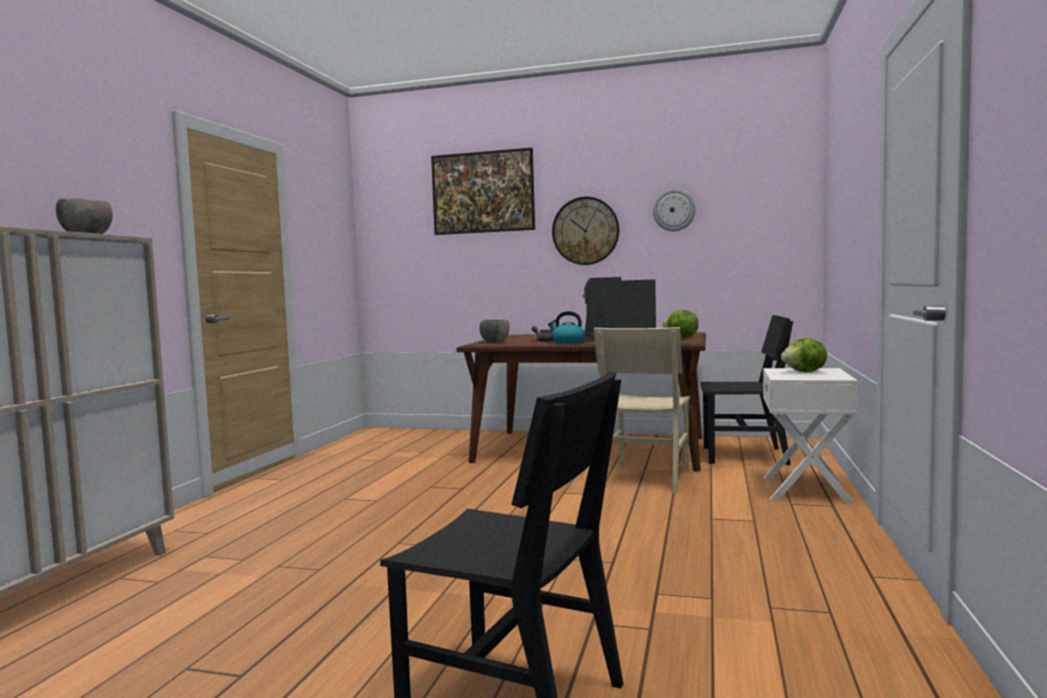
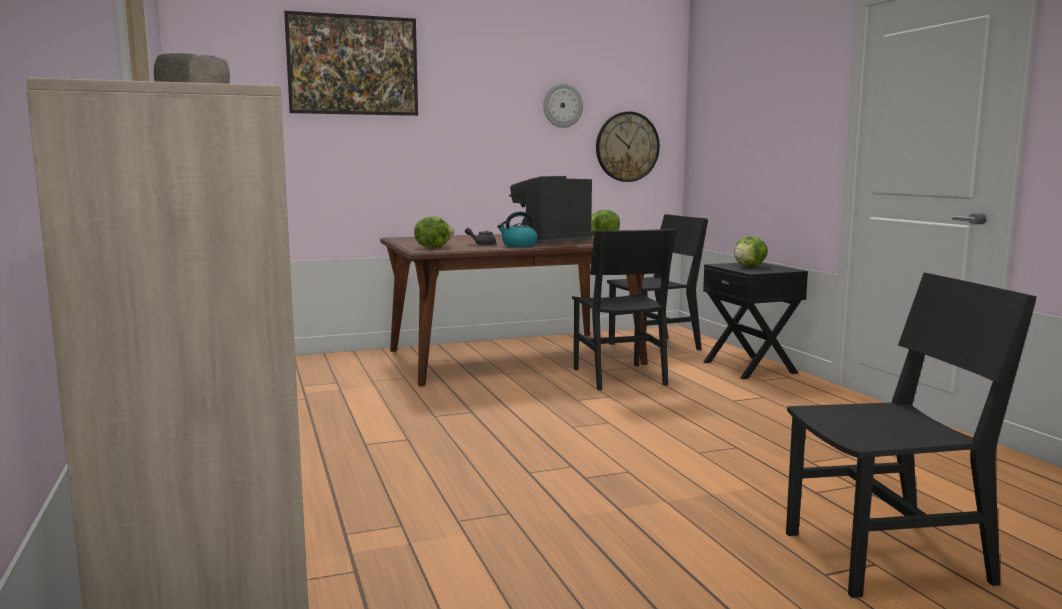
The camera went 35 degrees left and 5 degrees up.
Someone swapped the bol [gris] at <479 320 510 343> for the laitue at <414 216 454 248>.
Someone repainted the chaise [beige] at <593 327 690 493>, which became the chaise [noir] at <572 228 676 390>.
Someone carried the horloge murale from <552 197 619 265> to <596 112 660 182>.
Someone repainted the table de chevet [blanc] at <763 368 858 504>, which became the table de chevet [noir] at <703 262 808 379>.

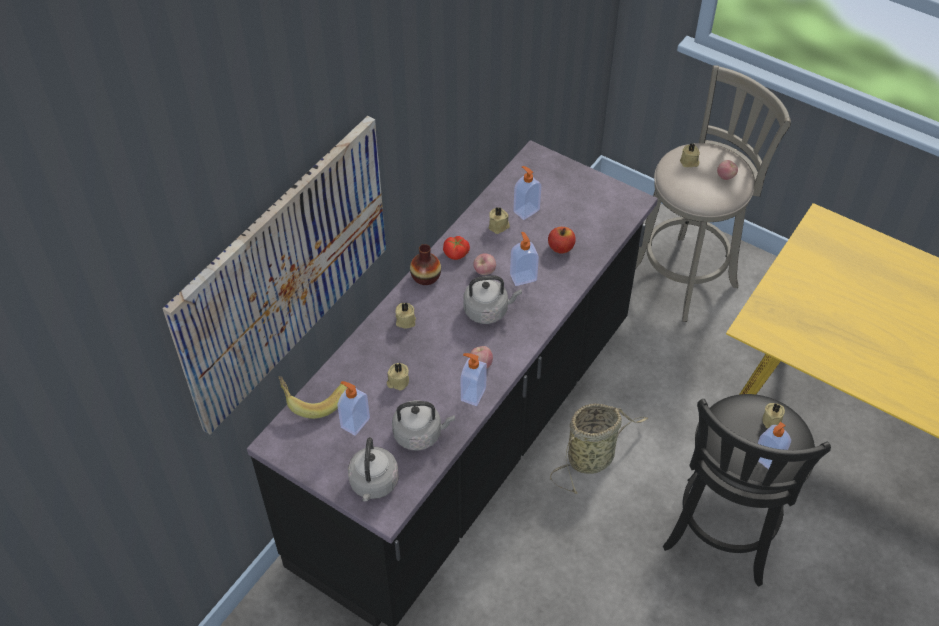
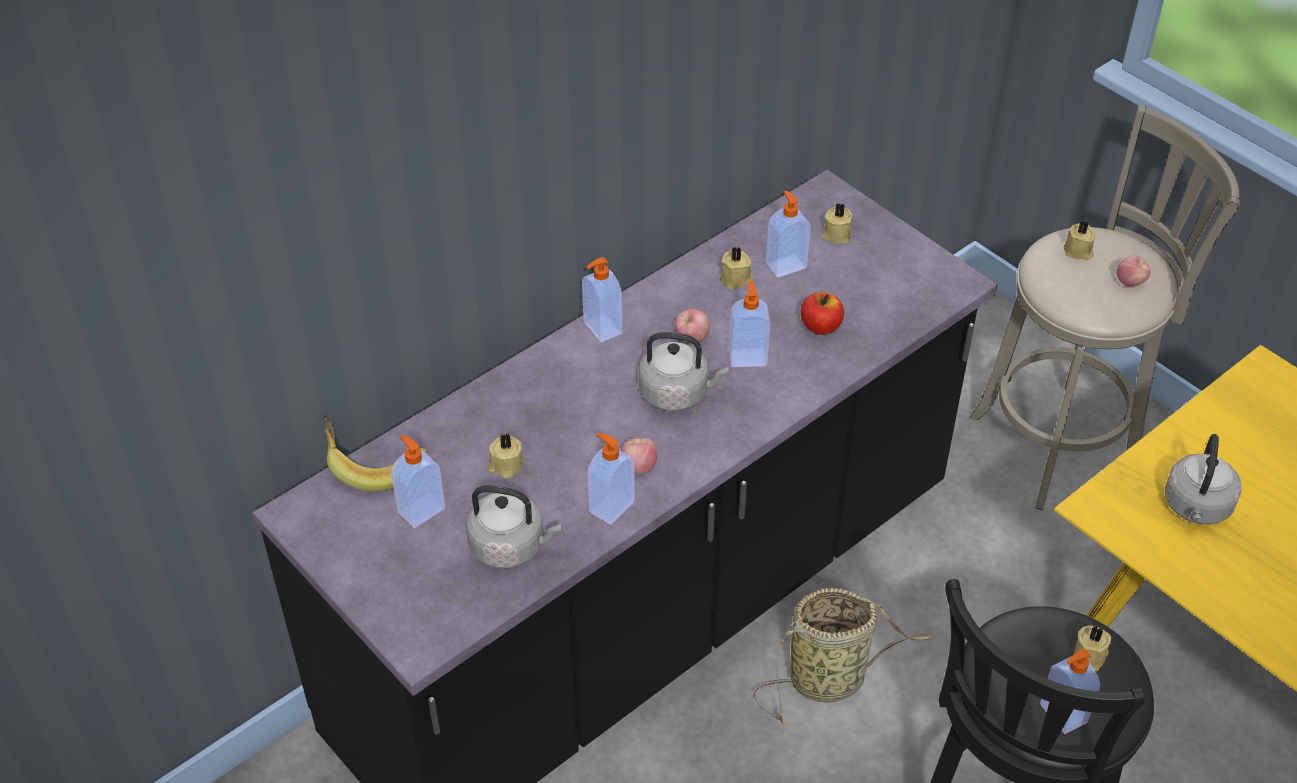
The camera went 15 degrees right and 5 degrees down.
Someone swapped the vase at <410 244 441 285> for the distributeur de savon at <582 257 622 343>.
Someone carried the bougie [beige] from <395 303 416 329> to <822 202 853 243>.
Someone carried the bouilloire [gris] from <348 437 399 501> to <1165 434 1242 525>.
Someone took away the tableau at <162 116 386 434>.
Someone took away the tomate at <443 236 470 260>.

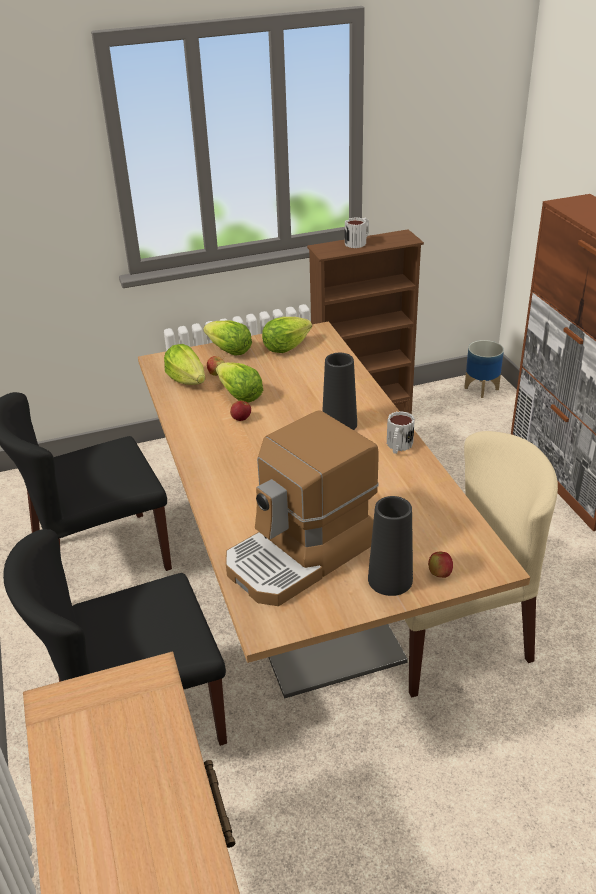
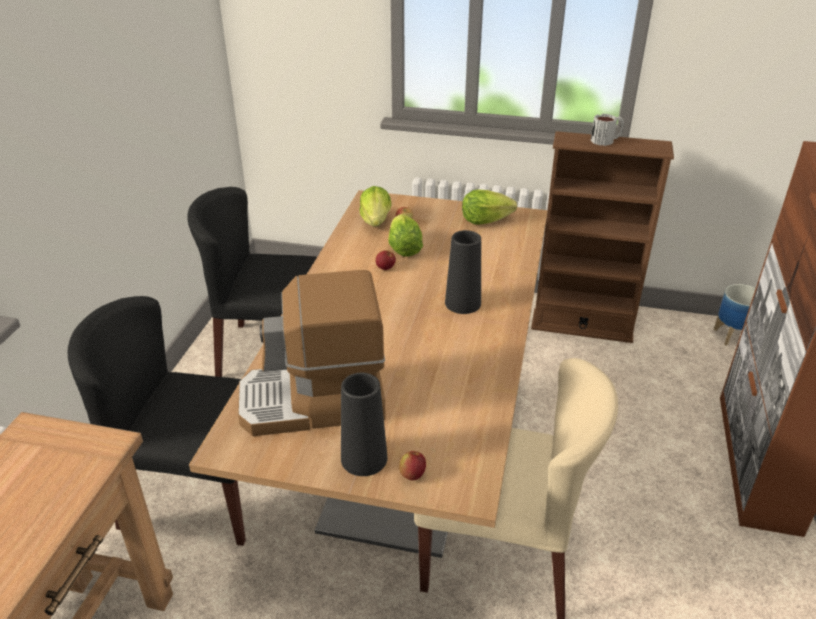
The camera went 30 degrees right and 0 degrees up.
Someone took away the laitue at <203 320 252 356>.
Someone took away the mug at <387 411 415 454>.

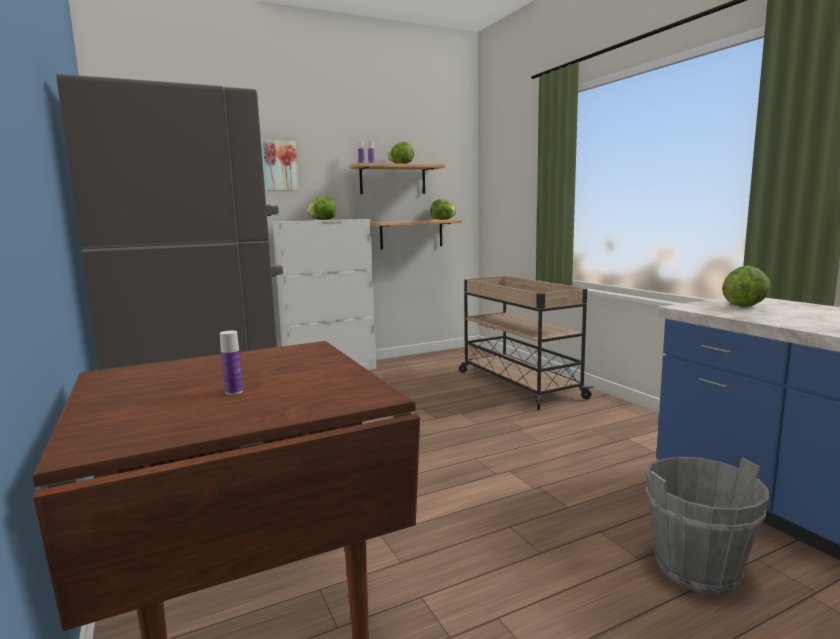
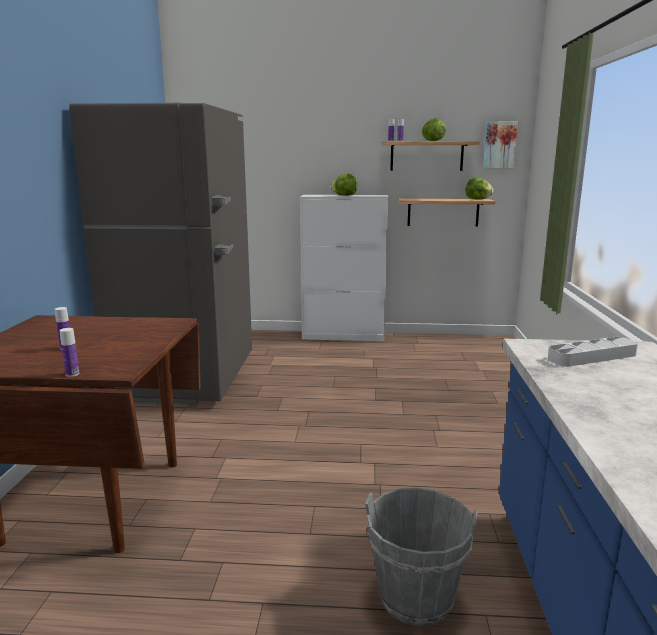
The camera went 30 degrees right and 5 degrees up.
Someone put down the bouteille at <60 328 79 377>.
Someone carried the tableau from <263 140 299 190> to <483 121 518 168>.
Someone swapped the laitue at <722 265 771 307> for the plateau [gris] at <548 337 638 367>.
Someone took away the chariot [beige] at <459 275 594 410>.

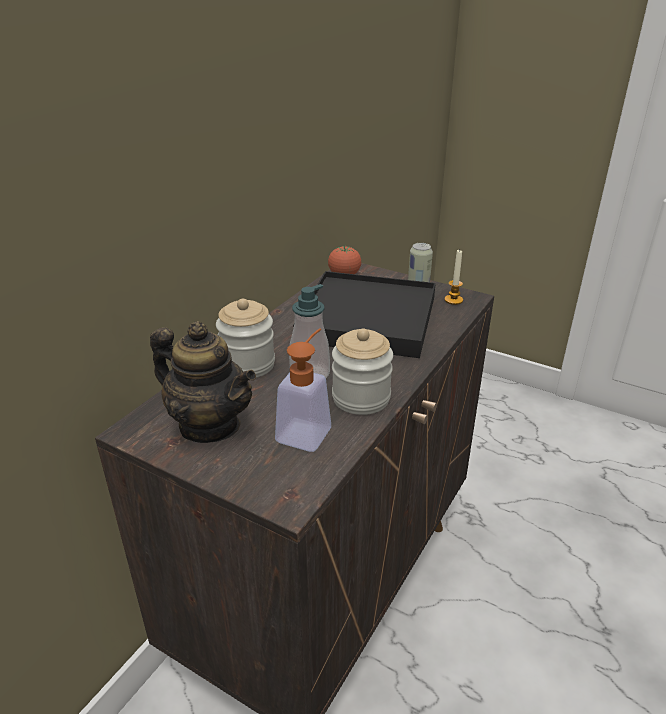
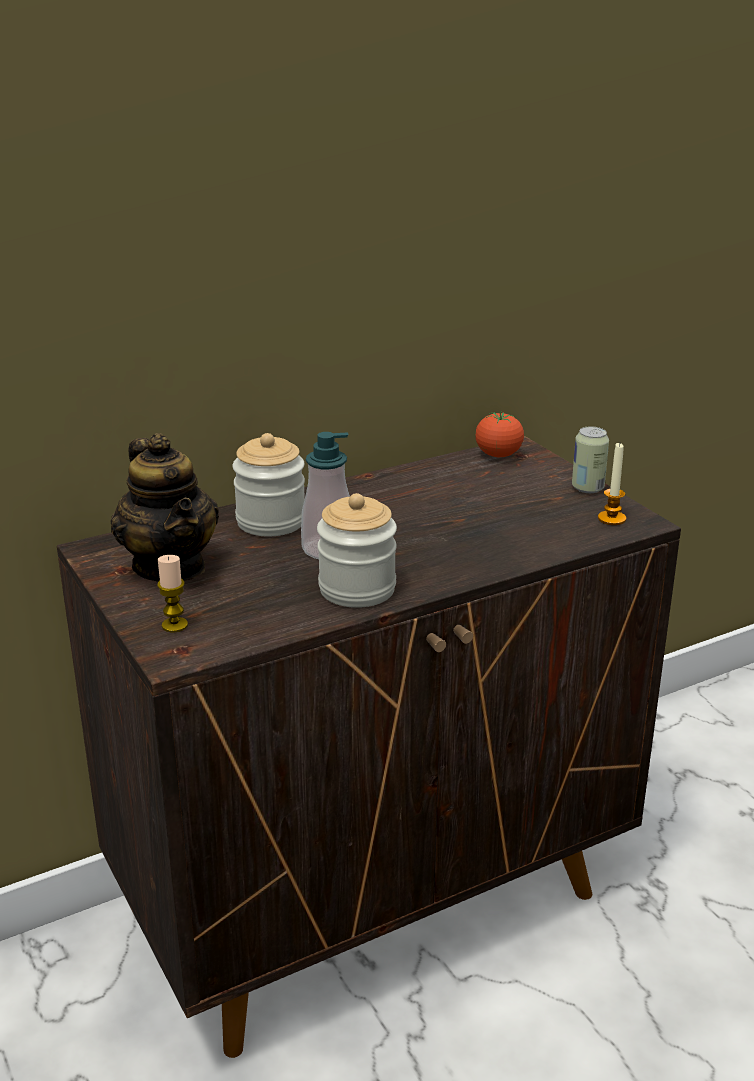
The camera went 30 degrees right and 5 degrees down.
Someone put down the bougie at <157 555 188 633>.
Someone took away the distributeur de savon at <275 328 331 452>.
Someone took away the plateau [noir] at <293 271 436 358>.

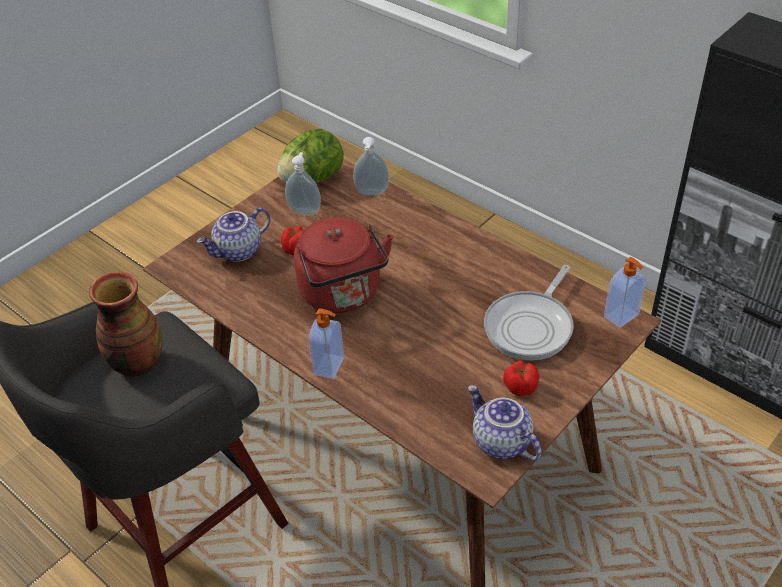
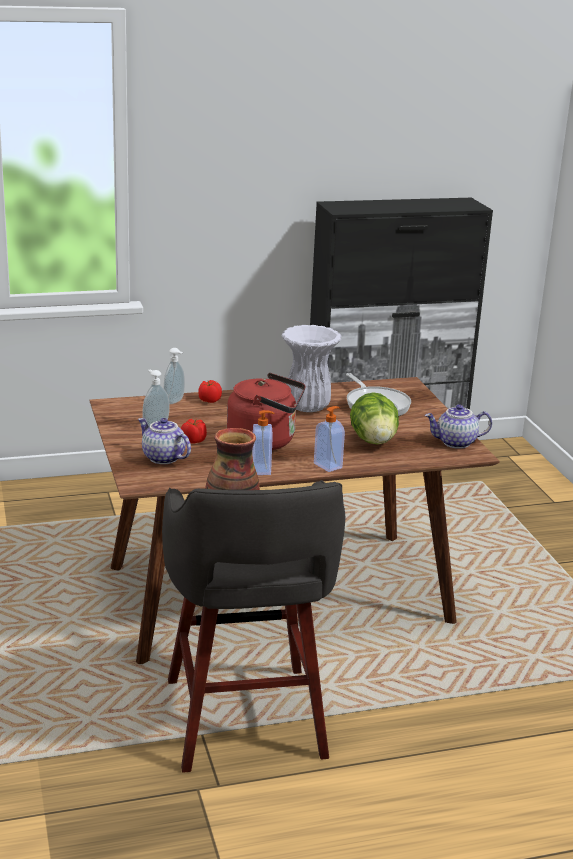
The camera went 60 degrees left and 20 degrees down.
Someone rotated the théière at <197 207 270 262> by 135 degrees clockwise.
Someone carried the tomate from <503 361 539 396> to <198 380 222 403>.
Someone carried the distributeur de savon from <604 257 646 328> to <252 410 274 475>.
Someone put down the vase [blanc] at <282 325 342 412>.
Someone carried the laitue from <277 129 344 183> to <350 392 399 444>.

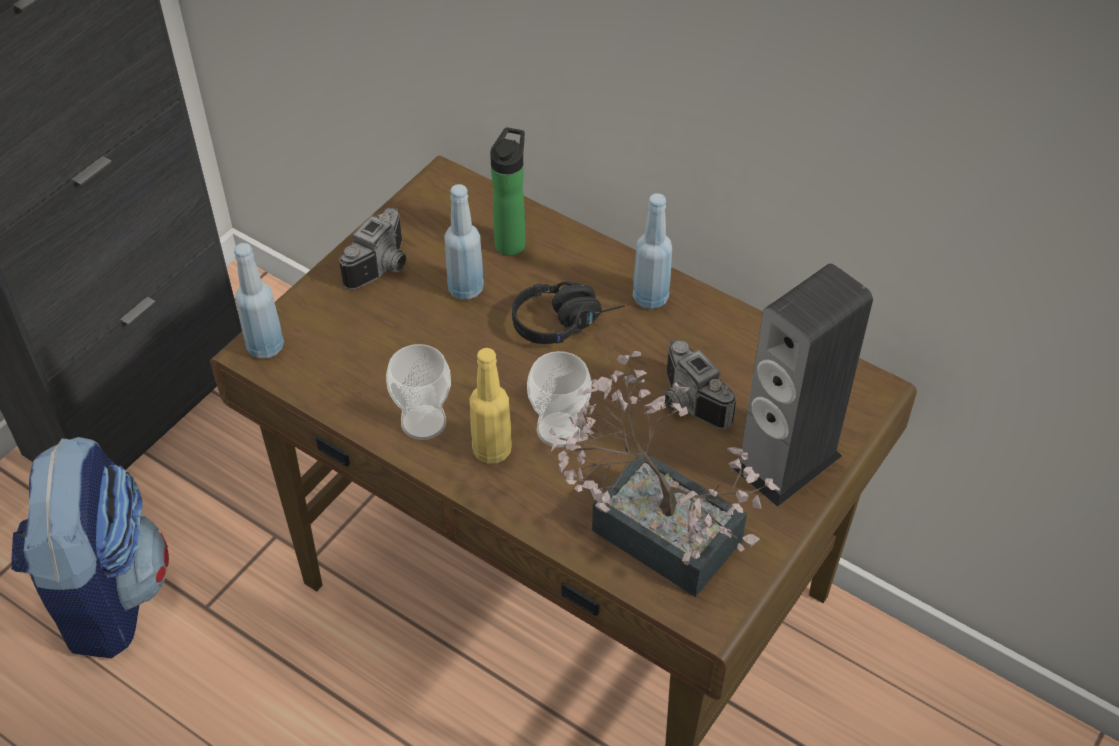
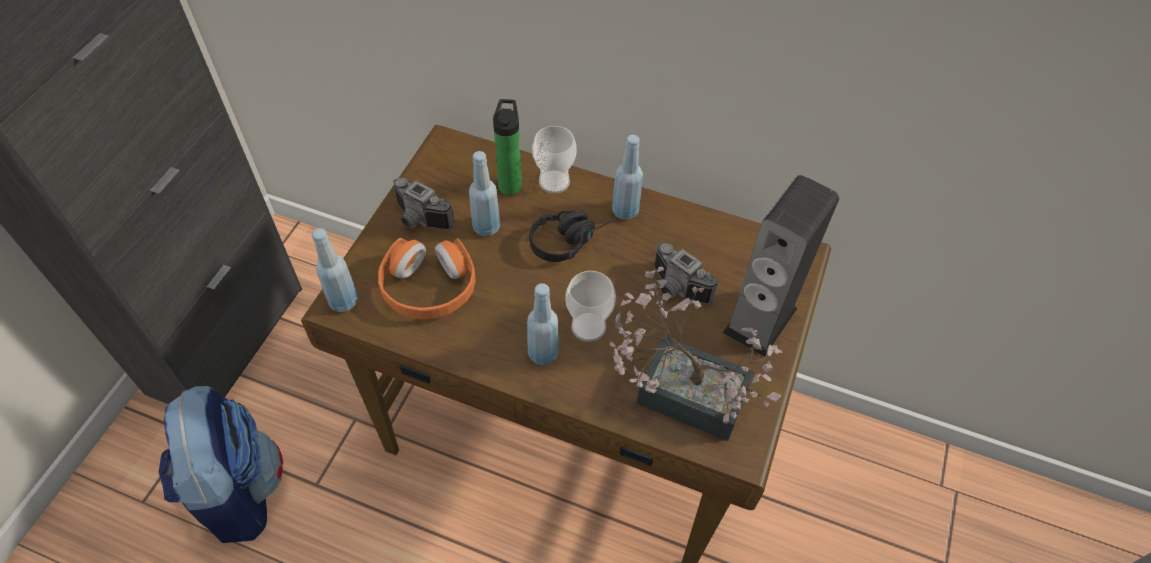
The camera went 15 degrees left and 5 degrees up.
Someone put down the casque audio [orange] at <378 238 476 319>.
Someone rotated the appareil photo at <339 208 406 289> by 105 degrees clockwise.
Someone repainted the bouteille [jaune] at <469 348 512 464>, which became the bouteille [bleu] at <527 283 559 365>.
Someone carried the tasse from <386 344 451 440> to <532 126 577 194>.

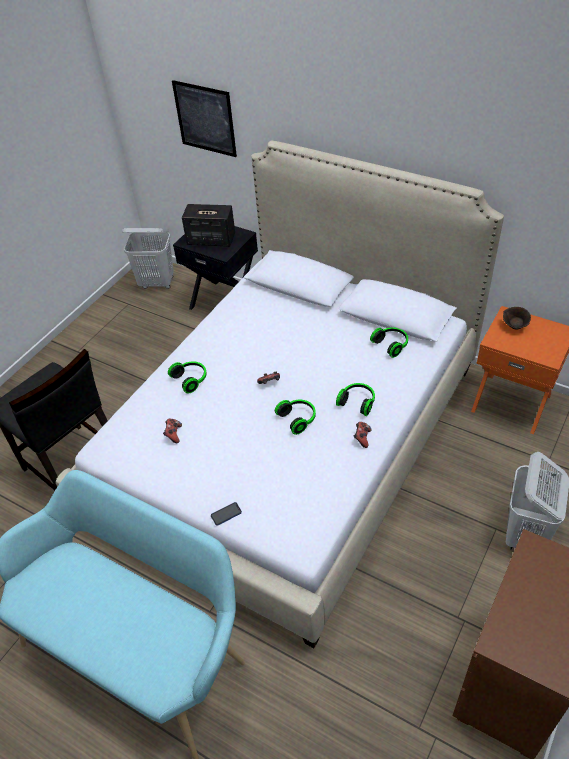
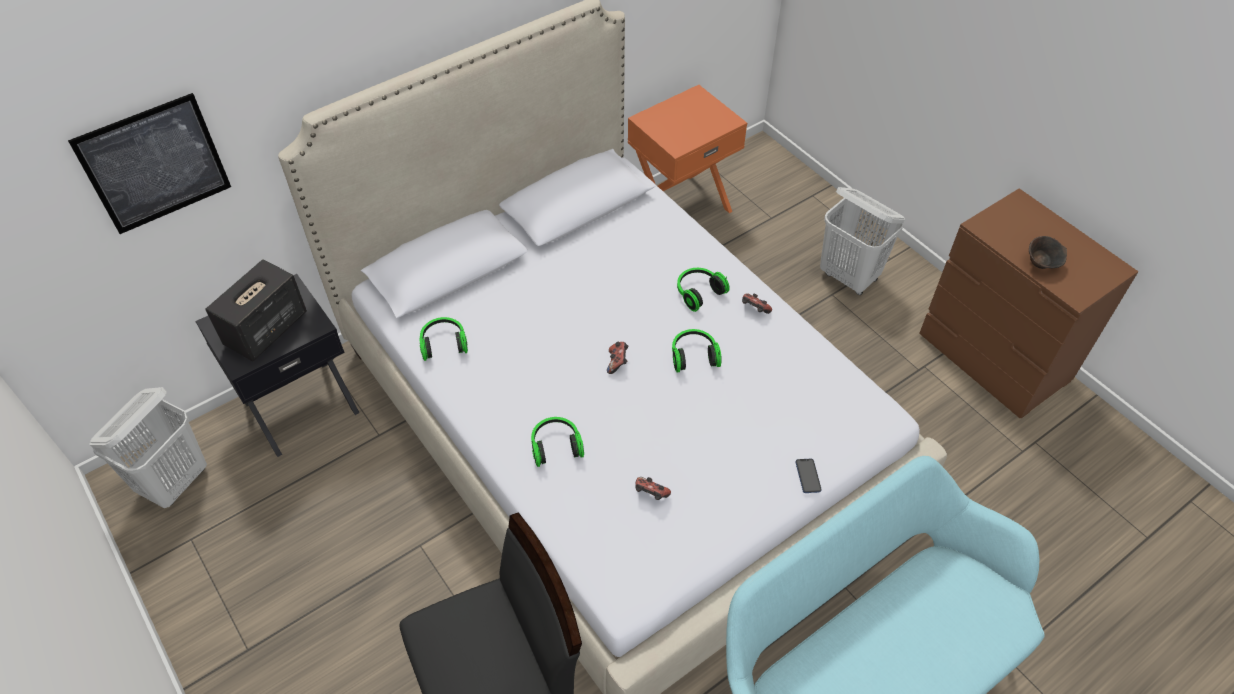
The camera went 70 degrees left and 5 degrees up.
Someone carried the casque audio from <370 327 408 358> to <419 317 468 361>.
Someone carried the bol [marron] from <503 307 531 329> to <1029 236 1067 269>.

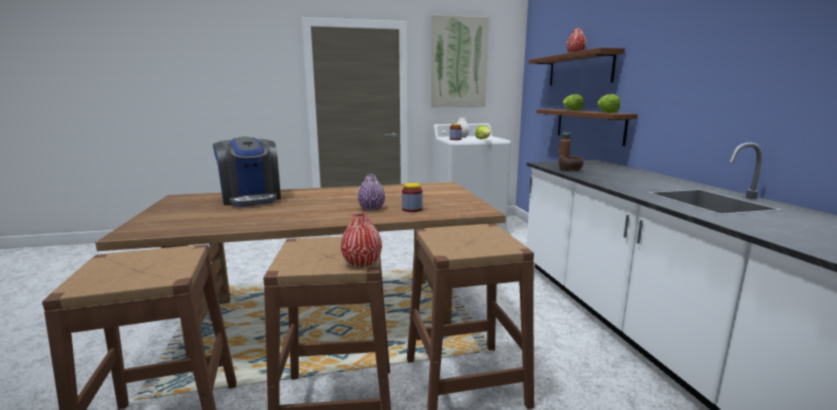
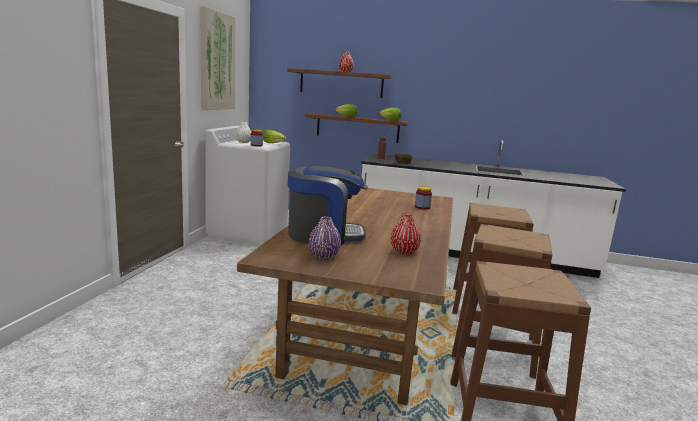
The camera went 65 degrees left and 0 degrees up.
Someone carried the vase [violet] from <357 174 385 211> to <309 216 341 259>.
Someone carried the vase [rouge] from <341 213 382 267> to <391 214 421 254>.

